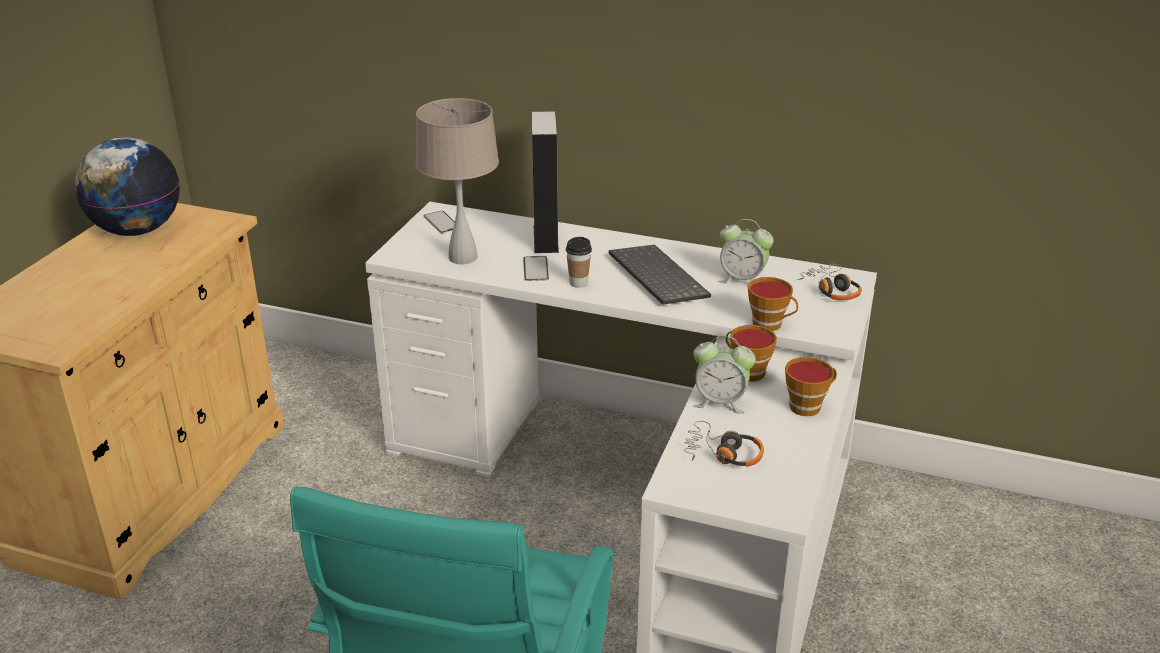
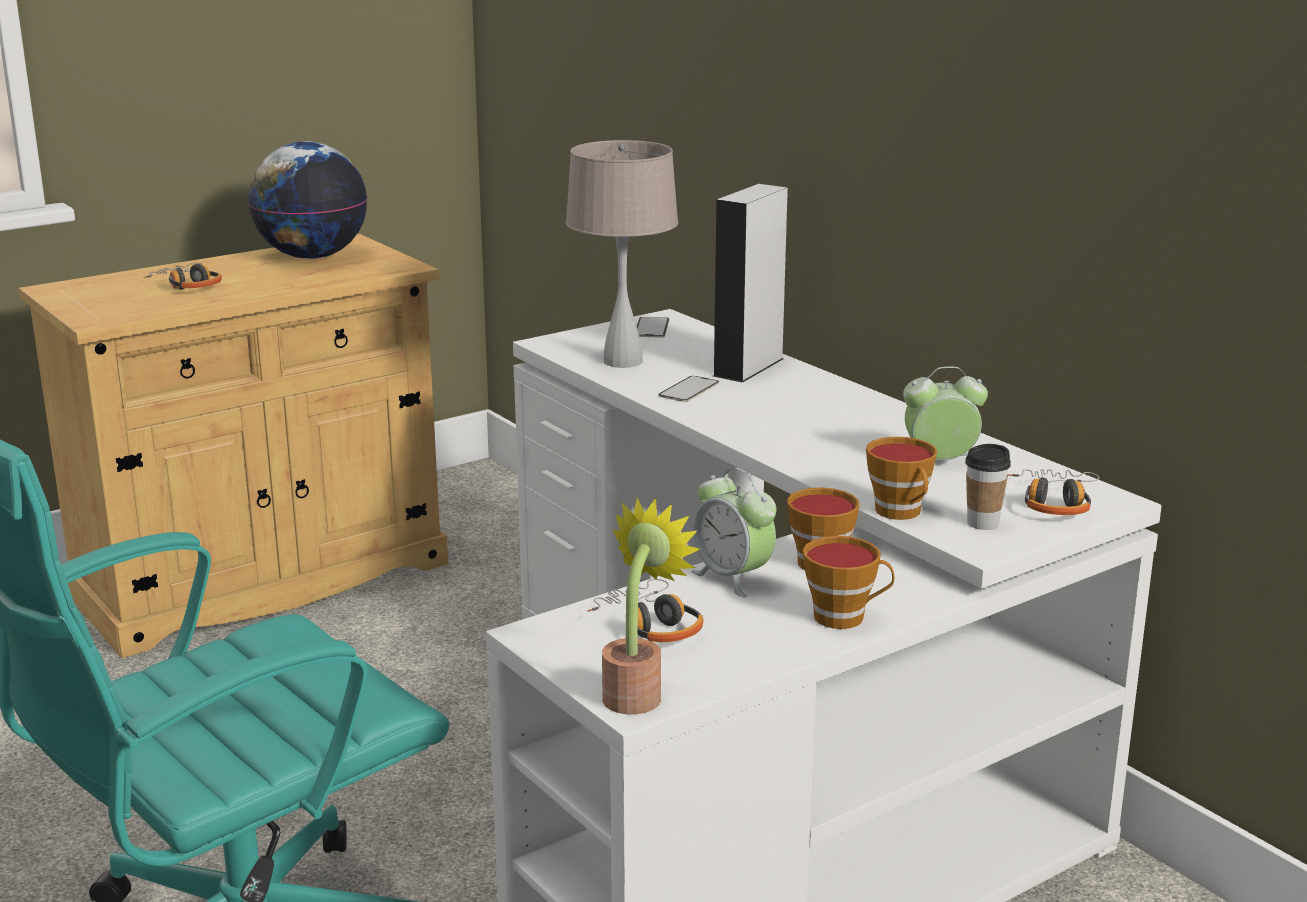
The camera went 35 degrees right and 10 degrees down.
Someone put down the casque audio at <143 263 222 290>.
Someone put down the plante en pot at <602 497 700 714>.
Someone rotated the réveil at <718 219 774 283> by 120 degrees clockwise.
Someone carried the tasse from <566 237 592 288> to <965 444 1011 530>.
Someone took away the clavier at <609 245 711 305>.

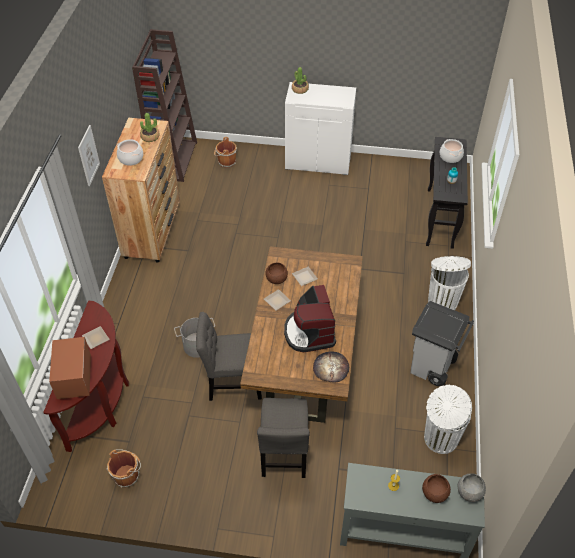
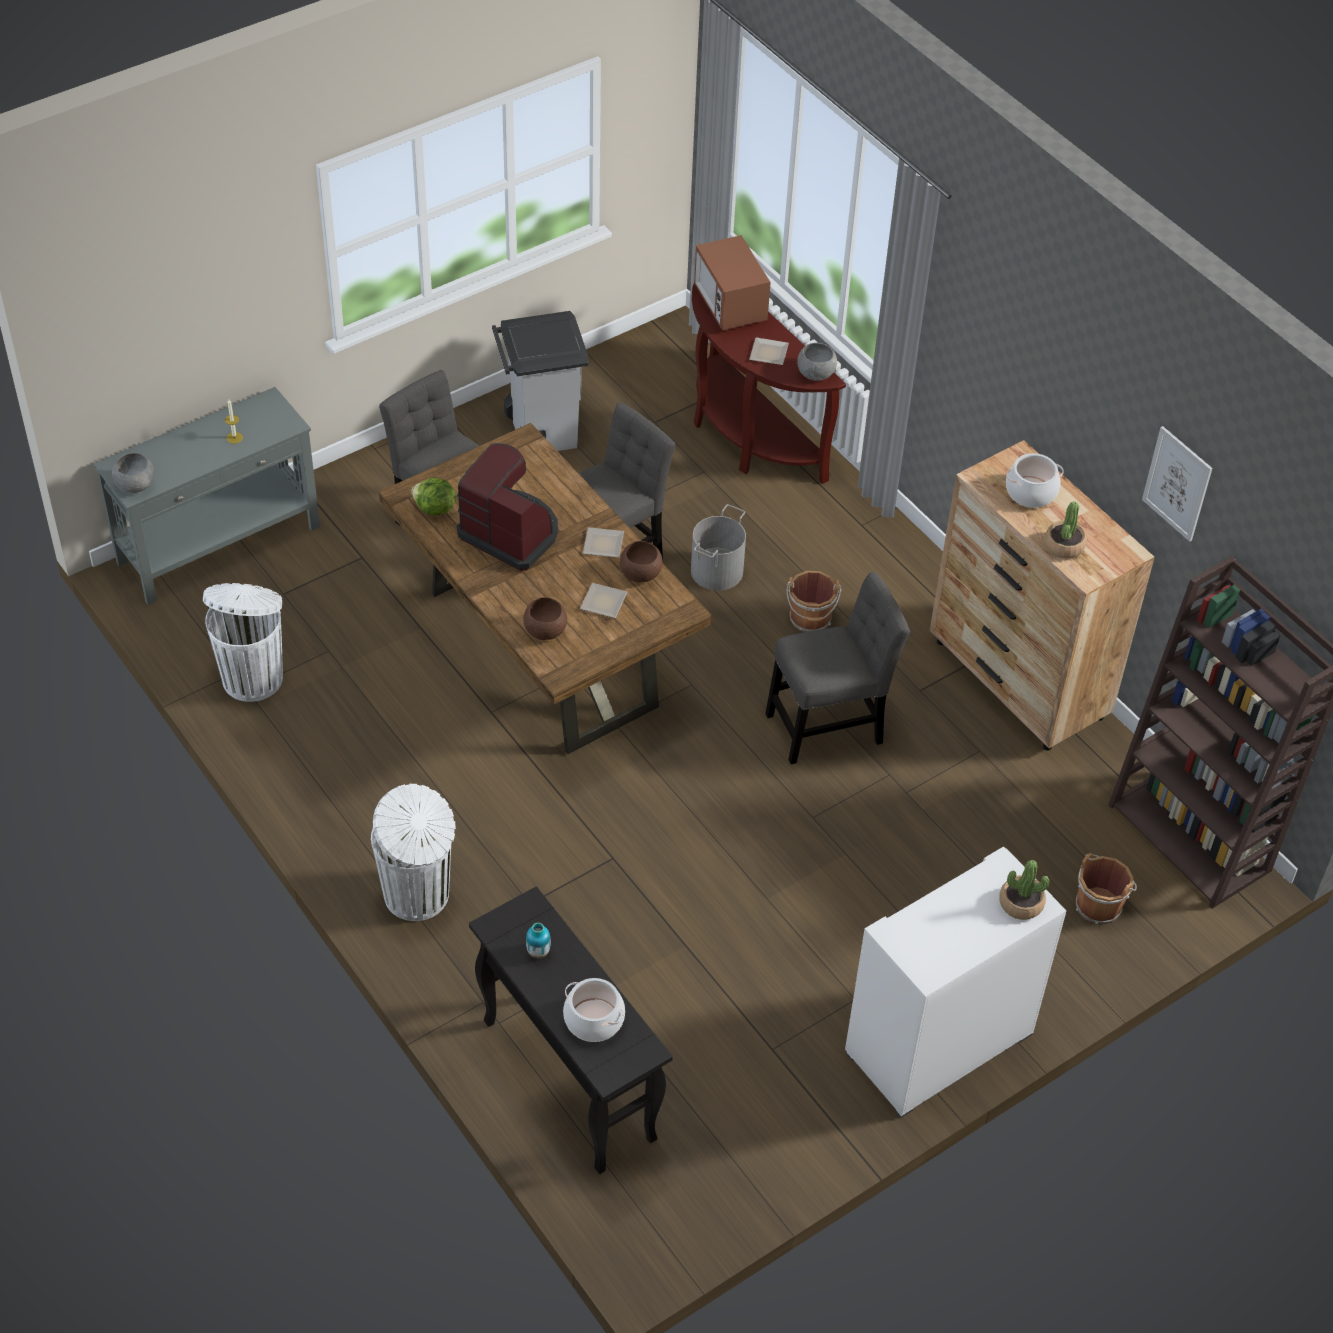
The camera went 135 degrees right and 0 degrees up.
Someone swapped the pain at <313 352 349 382> for the laitue at <411 477 456 516>.
Someone carried the poubelle [gris] from <410 301 474 386> to <492 311 589 451>.
Someone carried the bol [marron] from <422 474 451 503> to <523 597 567 640>.
Someone rotated the micro-ondes at <49 337 91 399> by 150 degrees counterclockwise.
Someone put down the chaise [gris] at <765 572 910 764>.
Someone carried the seau [marron] from <107 449 141 488> to <786 571 841 632>.
Someone put down the bol [gris] at <797 343 837 381>.
Someone carried the tableau from <78 125 100 186> to <1142 426 1212 542>.

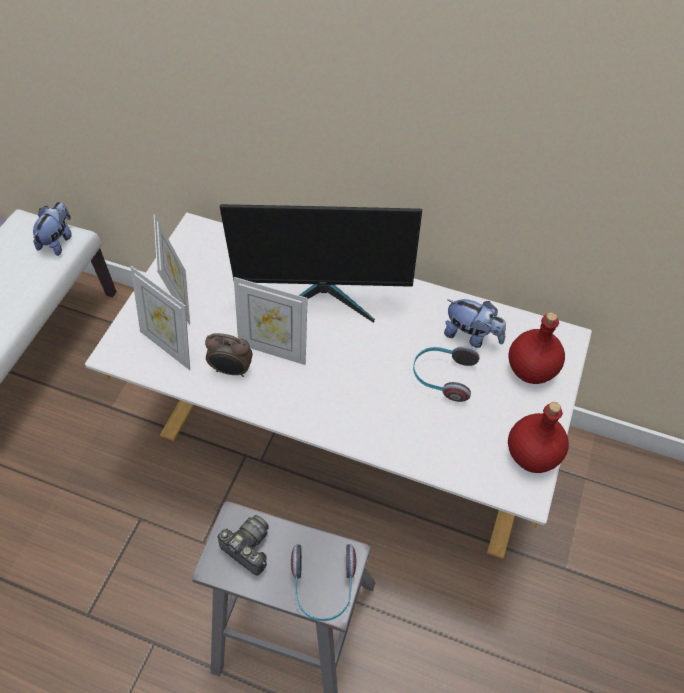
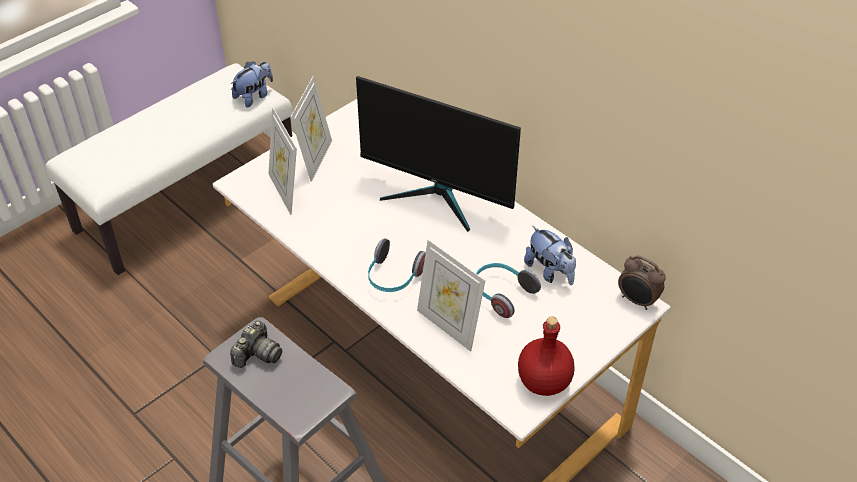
The camera went 25 degrees right and 10 degrees down.
Someone rotated the appareil photo at <218 515 269 576> by 60 degrees clockwise.
Someone carried the casque audio from <291 544 356 621> to <368 238 426 292>.
Someone carried the cadre photo from <234 277 308 365> to <417 240 486 352>.
Someone carried the réveil from <205 333 253 377> to <618 256 666 310>.
Someone took away the bouteille [rouge] at <508 312 565 384>.

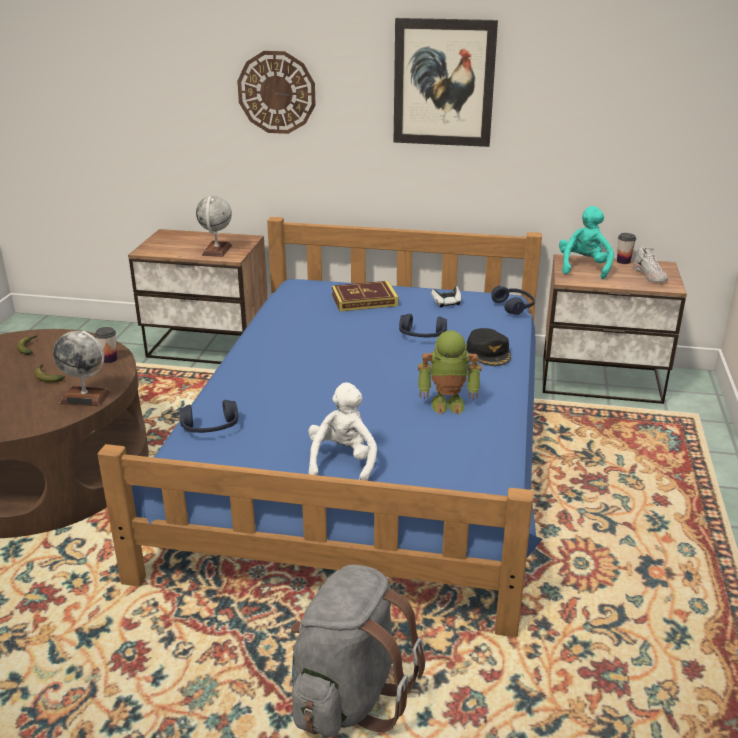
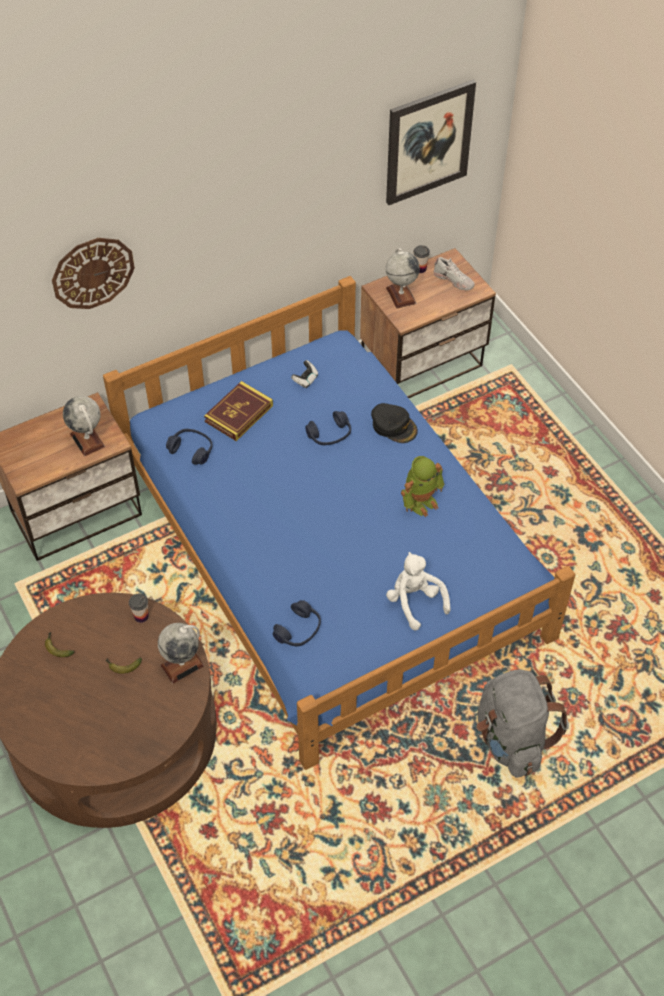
The camera went 40 degrees left and 25 degrees up.
Someone carried the casque audio [bleu] from <491 286 535 315> to <166 429 213 465>.
Someone carried the tableau from <394 18 498 147> to <386 80 476 205>.
Someone swapped the peluche [turquoise] at <559 206 614 280> for the globe at <386 248 420 308>.

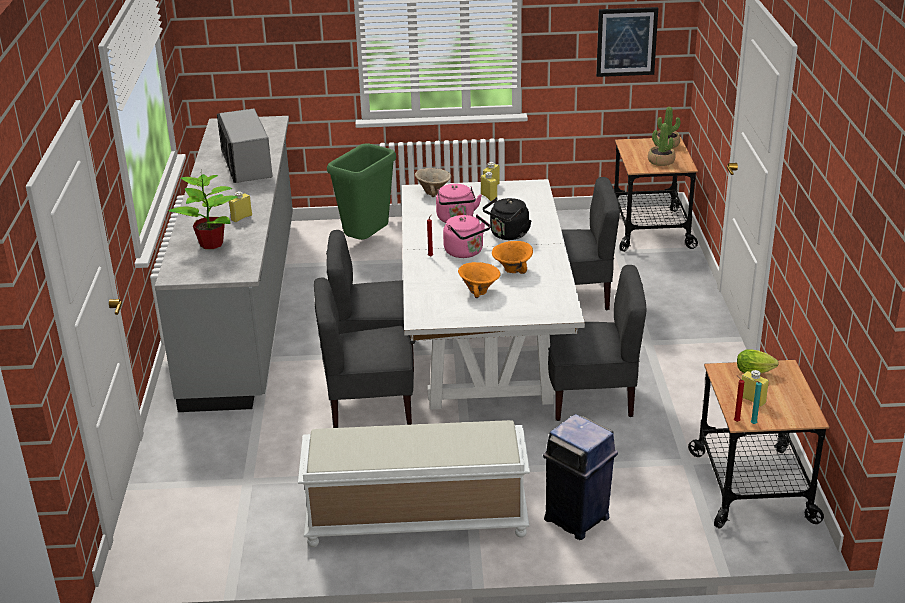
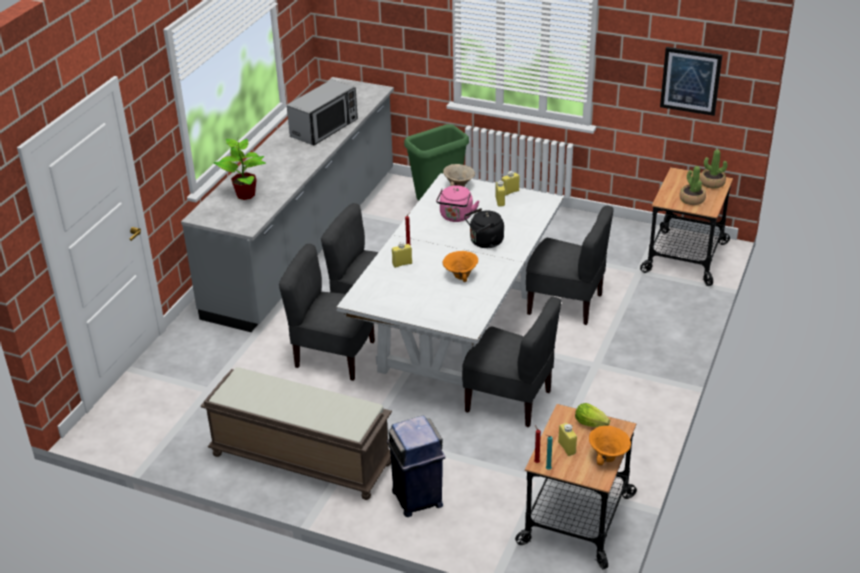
The camera went 25 degrees right and 5 degrees up.
Someone repainted the banc [blanc] at <298 420 530 547>, which became the banc [marron] at <200 367 392 500>.
Someone rotated the micro-ondes at <217 108 272 183> by 150 degrees counterclockwise.
Someone carried the bouteille [jaune] from <229 191 252 222> to <392 242 412 268>.
Someone carried the bol [orange] from <458 262 501 298> to <589 426 631 466>.
Someone took away the bouilloire [rose] at <443 214 490 258>.

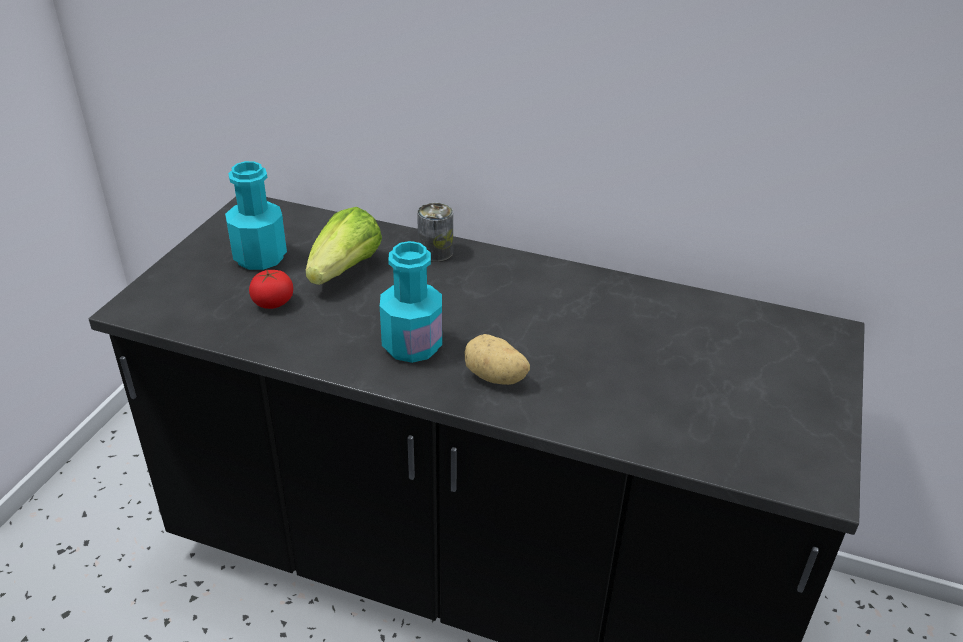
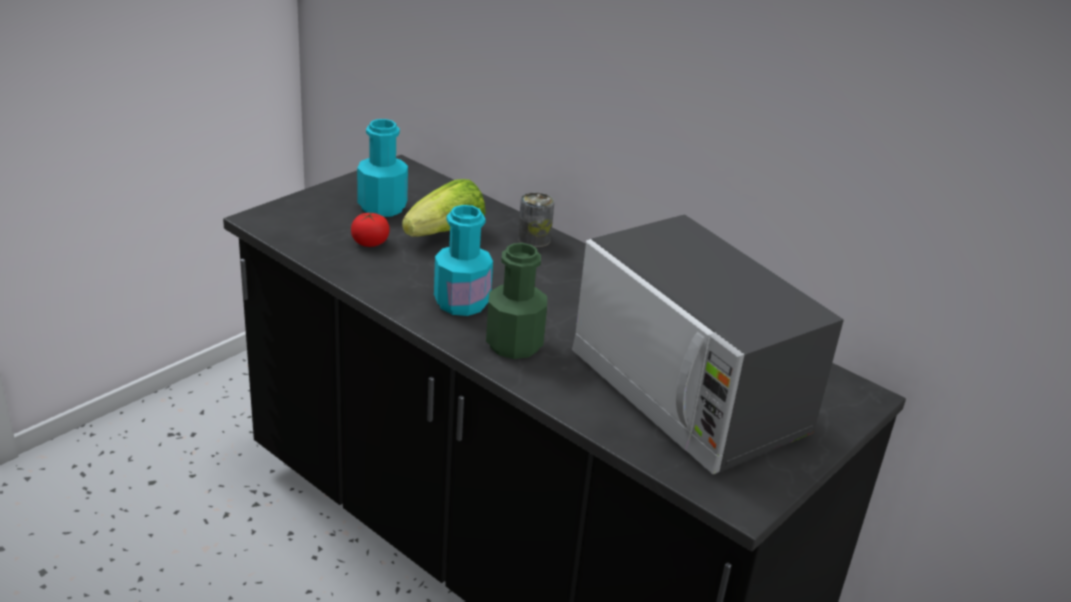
The camera went 20 degrees right and 5 degrees down.
Someone swapped the pomme de terre at <465 334 530 385> for the bouteille [vert] at <486 243 547 359>.
Someone put down the micro-ondes at <572 214 844 475>.

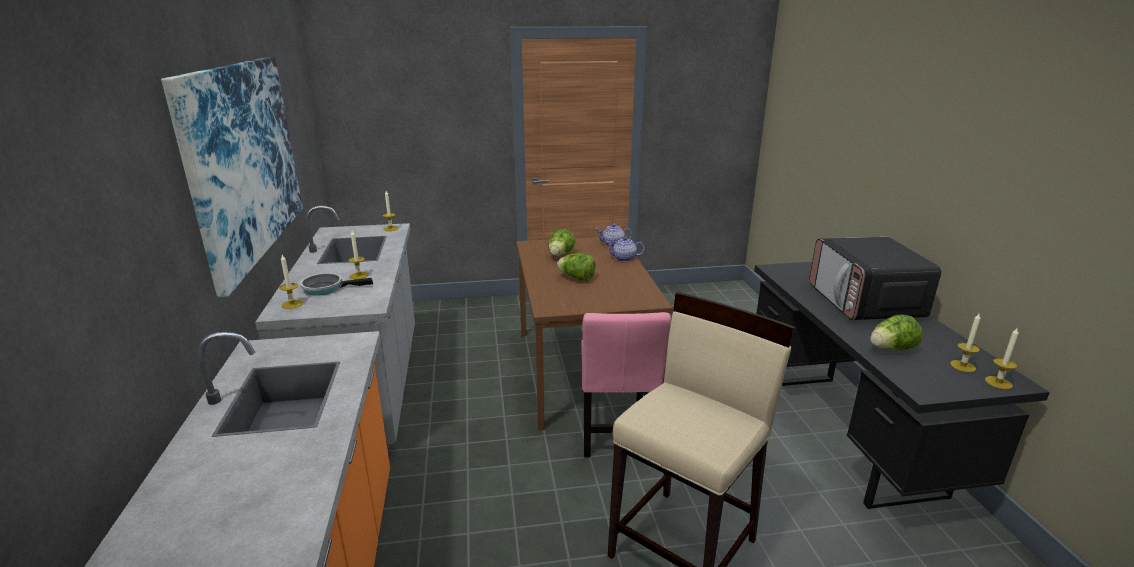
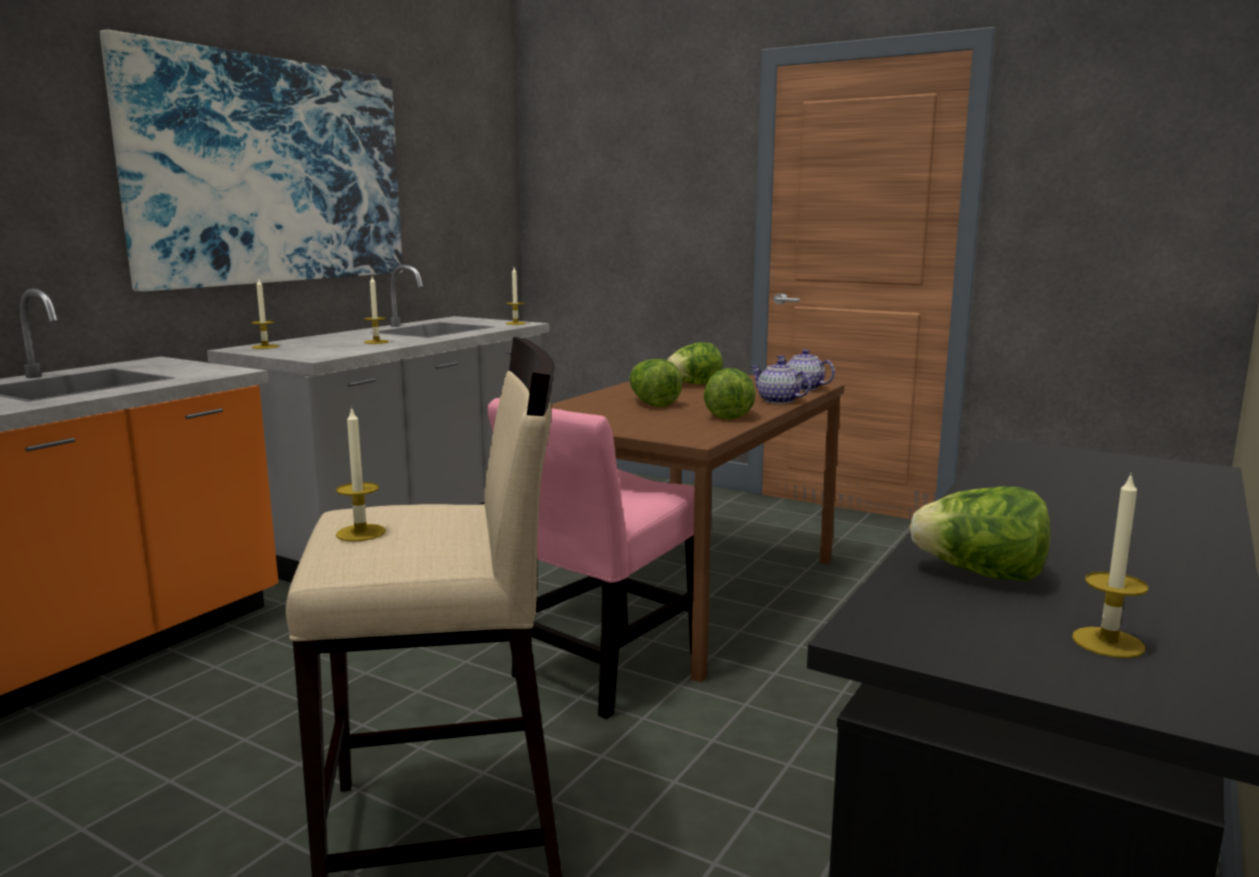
The camera went 40 degrees right and 10 degrees down.
Someone carried the bougie from <985 327 1019 389> to <336 406 386 542>.
Someone put down the laitue at <704 368 756 420>.
Someone took away the poêle at <300 273 373 295>.
Someone took away the micro-ondes at <809 237 941 320>.

